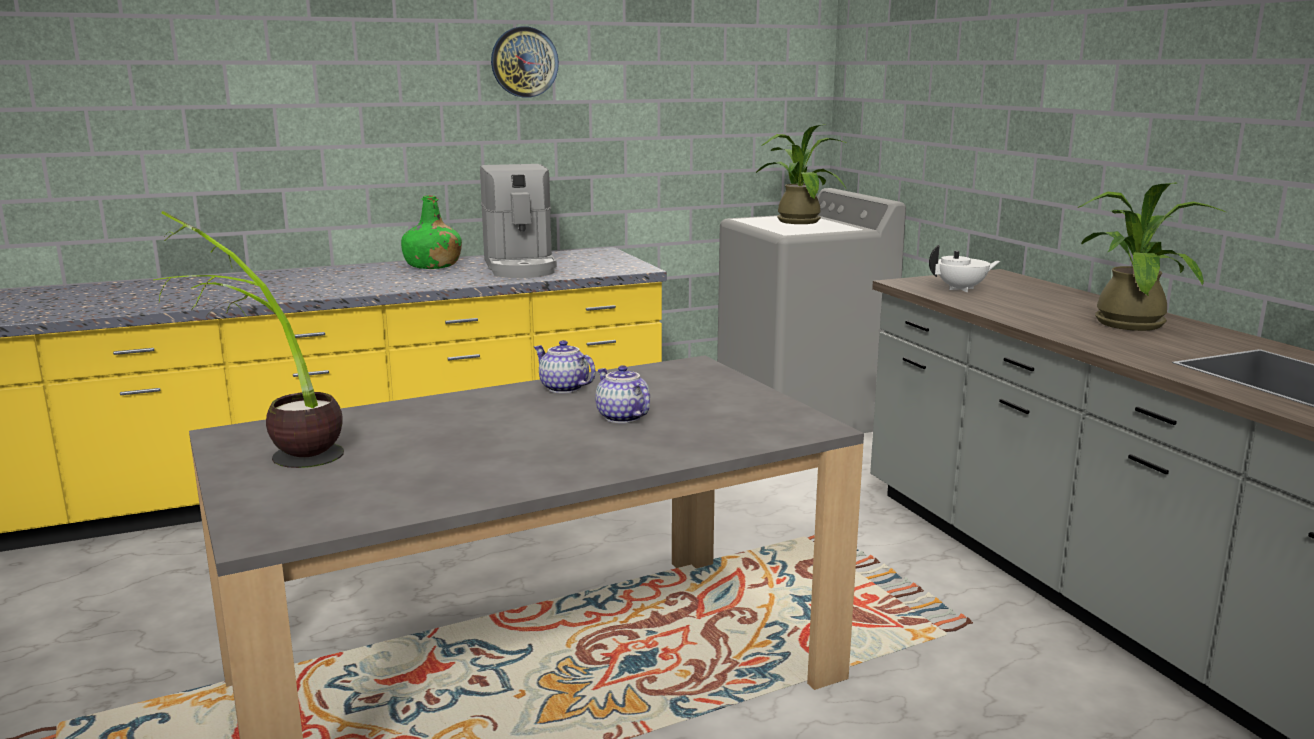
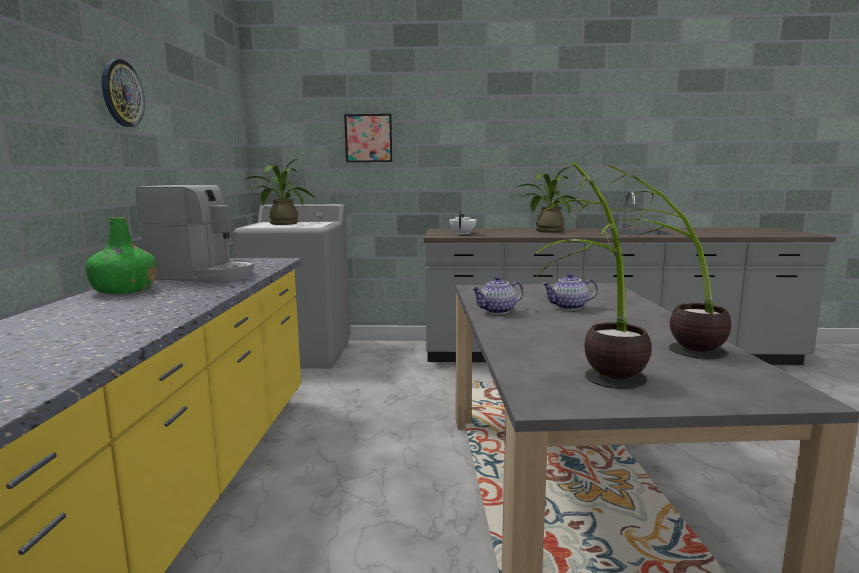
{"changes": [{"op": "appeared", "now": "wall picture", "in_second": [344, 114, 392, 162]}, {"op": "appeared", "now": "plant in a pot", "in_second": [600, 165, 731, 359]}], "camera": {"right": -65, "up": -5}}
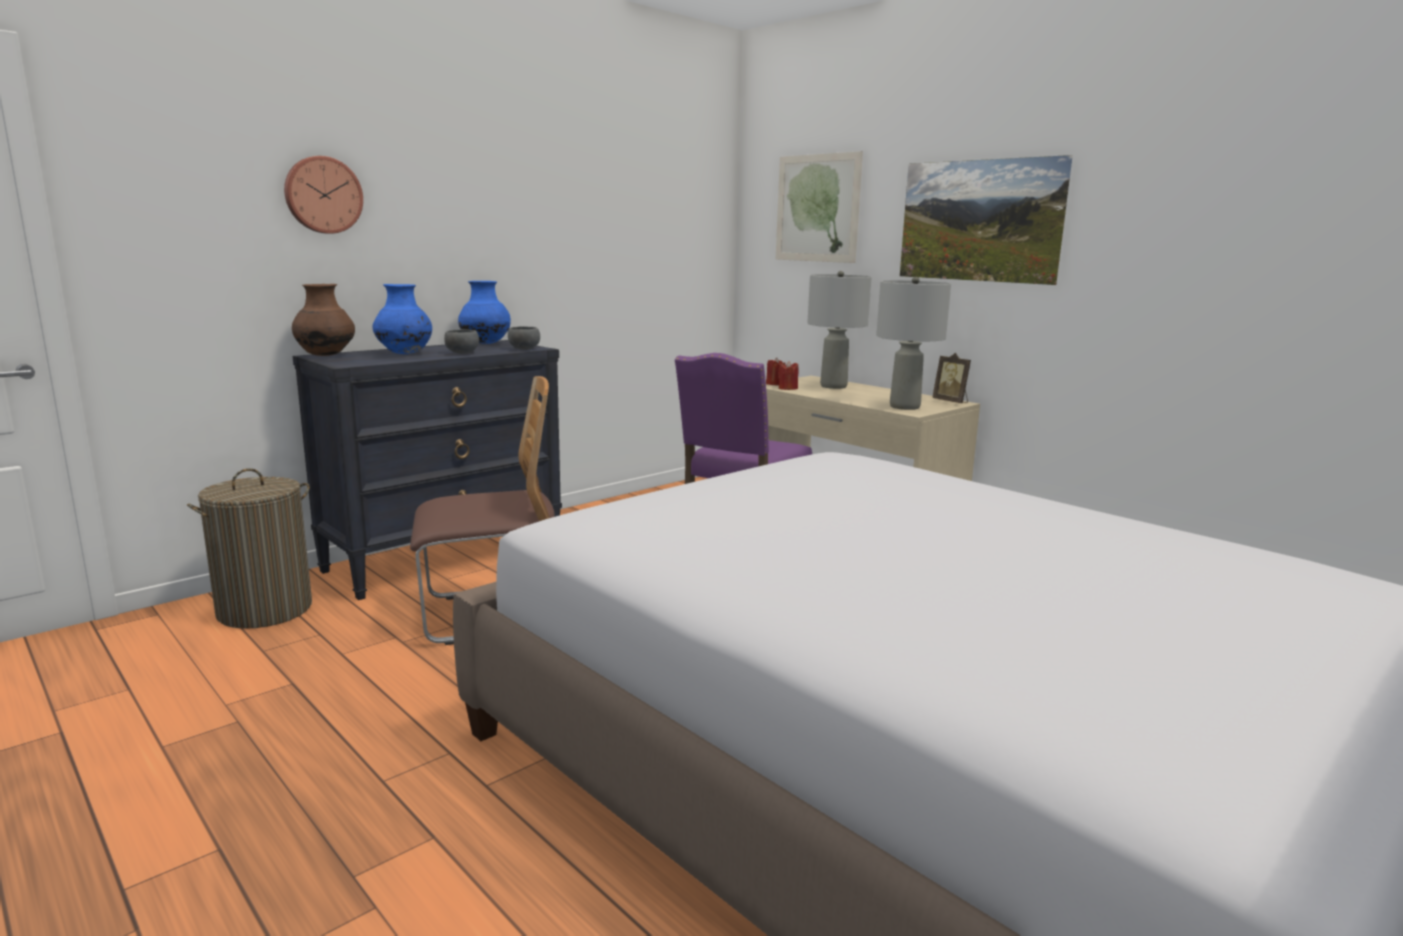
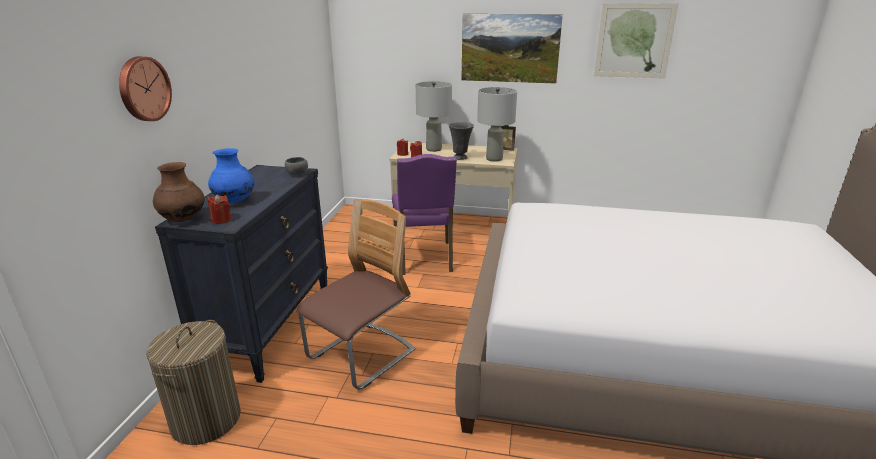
{"changes": [{"op": "appeared", "now": "reddish candle", "in_second": [207, 194, 231, 224]}, {"op": "appeared", "now": "grey flower vase", "in_second": [449, 122, 474, 160]}, {"op": "relocated", "was": "wall picture", "in_first": [776, 151, 863, 263], "in_second": [594, 3, 678, 78]}, {"op": "missing", "was": "grey deep dish", "in_first": [444, 329, 479, 354]}, {"op": "missing", "was": "blue-coloured flower vase", "in_first": [458, 281, 511, 344]}], "camera": {"right": -35, "up": 10}}
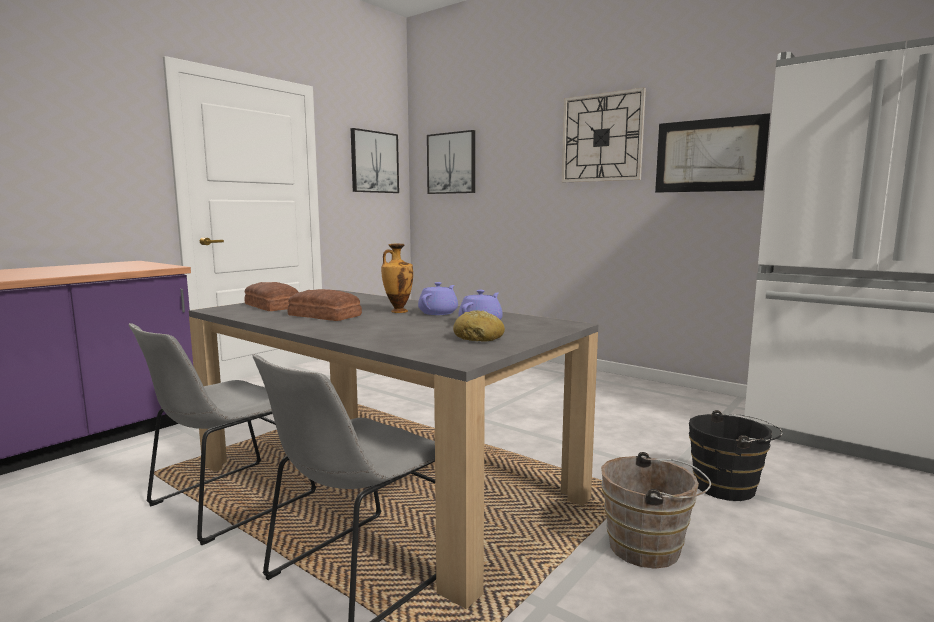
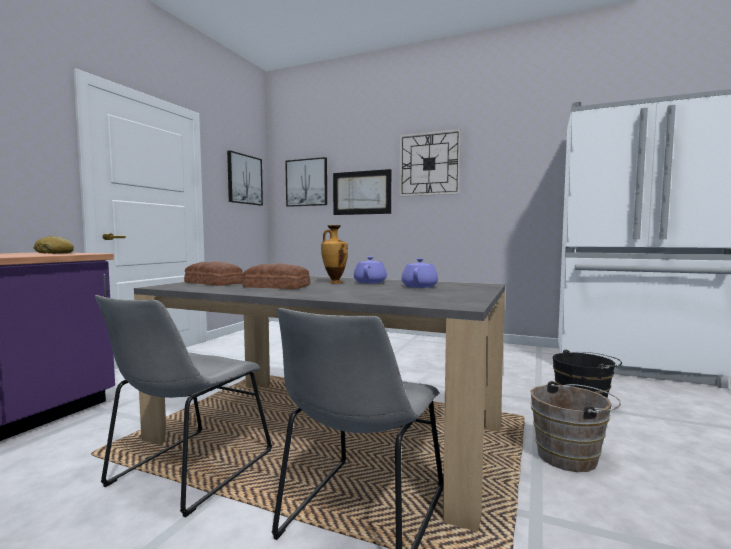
{"changes": [{"op": "relocated", "was": "bread", "in_first": [453, 310, 505, 342], "in_second": [34, 236, 74, 254]}, {"op": "relocated", "was": "wall picture", "in_first": [655, 113, 770, 193], "in_second": [333, 169, 391, 215]}], "camera": {"right": -15, "up": -5}}
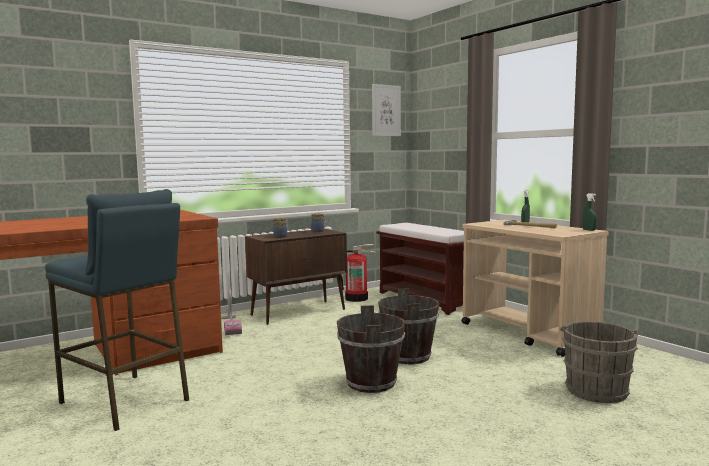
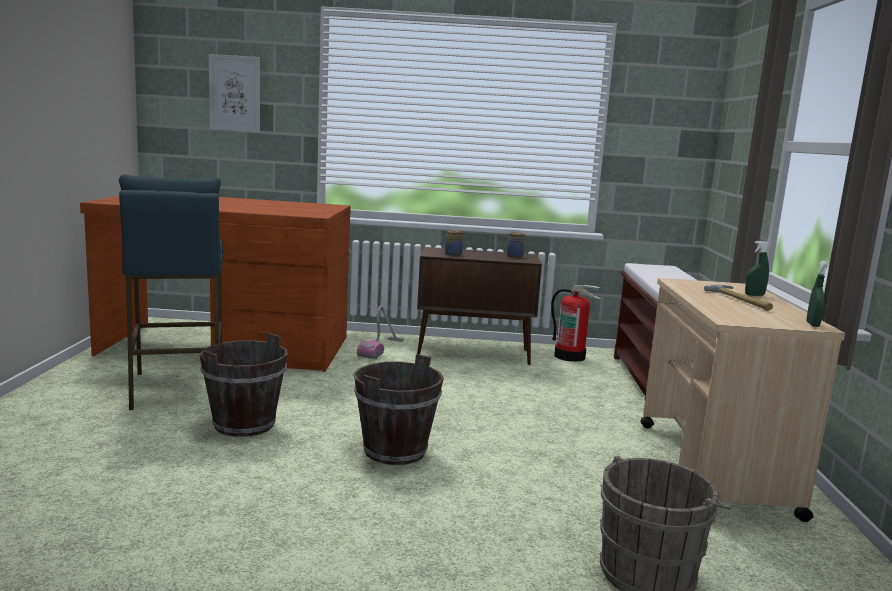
{"changes": [{"op": "relocated", "was": "brown-coloured pail", "in_first": [378, 288, 440, 364], "in_second": [200, 333, 287, 437]}, {"op": "relocated", "was": "wall picture", "in_first": [372, 84, 401, 136], "in_second": [209, 54, 260, 133]}], "camera": {"right": 35, "up": 5}}
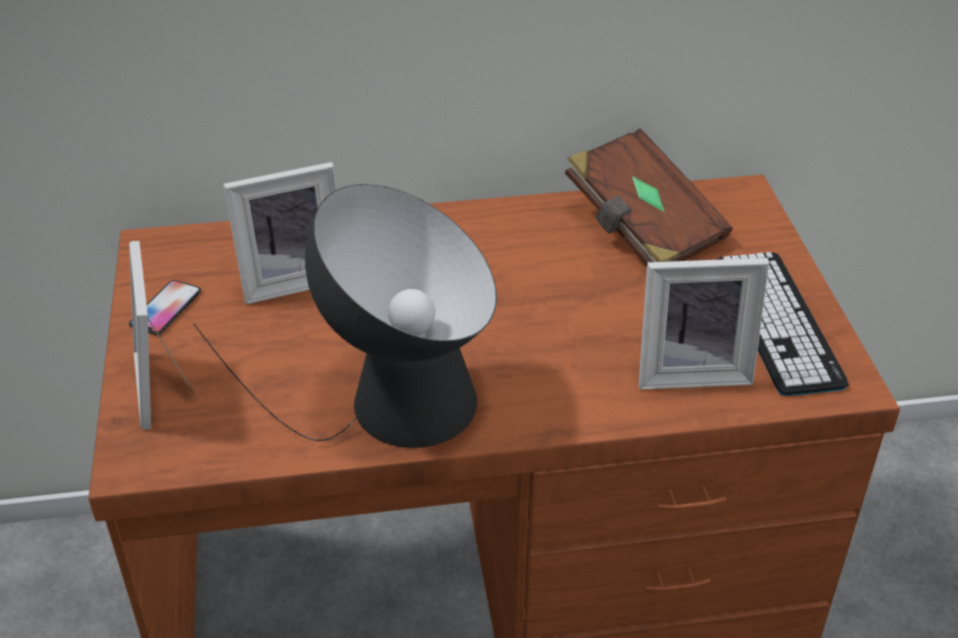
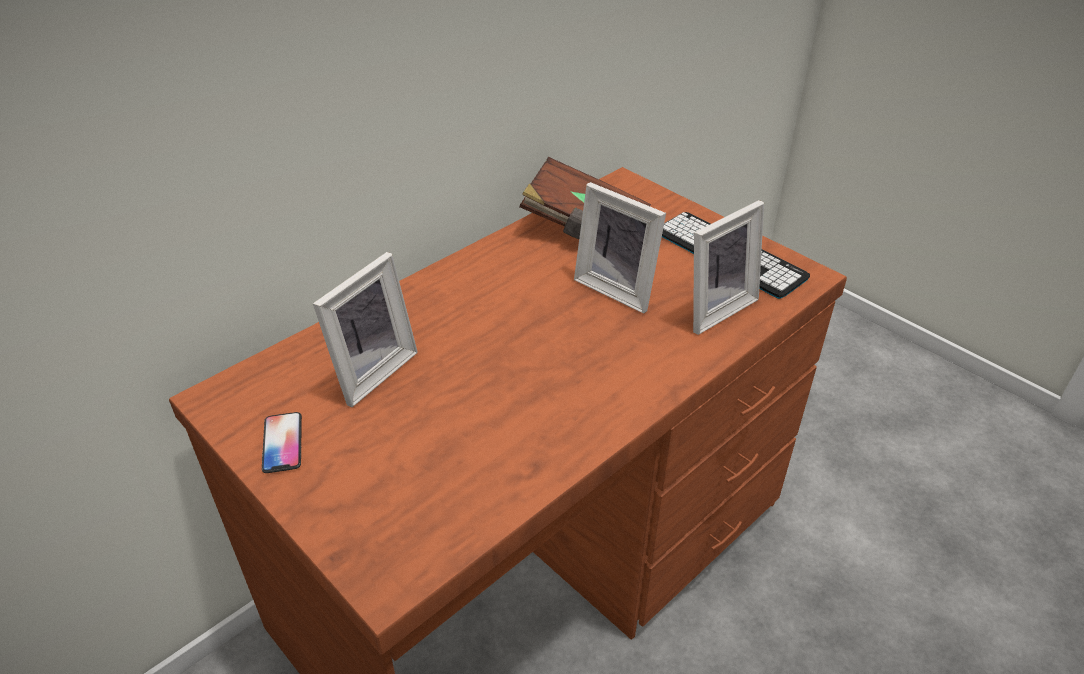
{"changes": [{"op": "relocated", "was": "photo frame", "in_first": [129, 241, 194, 430], "in_second": [574, 182, 666, 314]}, {"op": "missing", "was": "lamp for a table", "in_first": [193, 184, 497, 448]}], "camera": {"right": -35, "up": 0}}
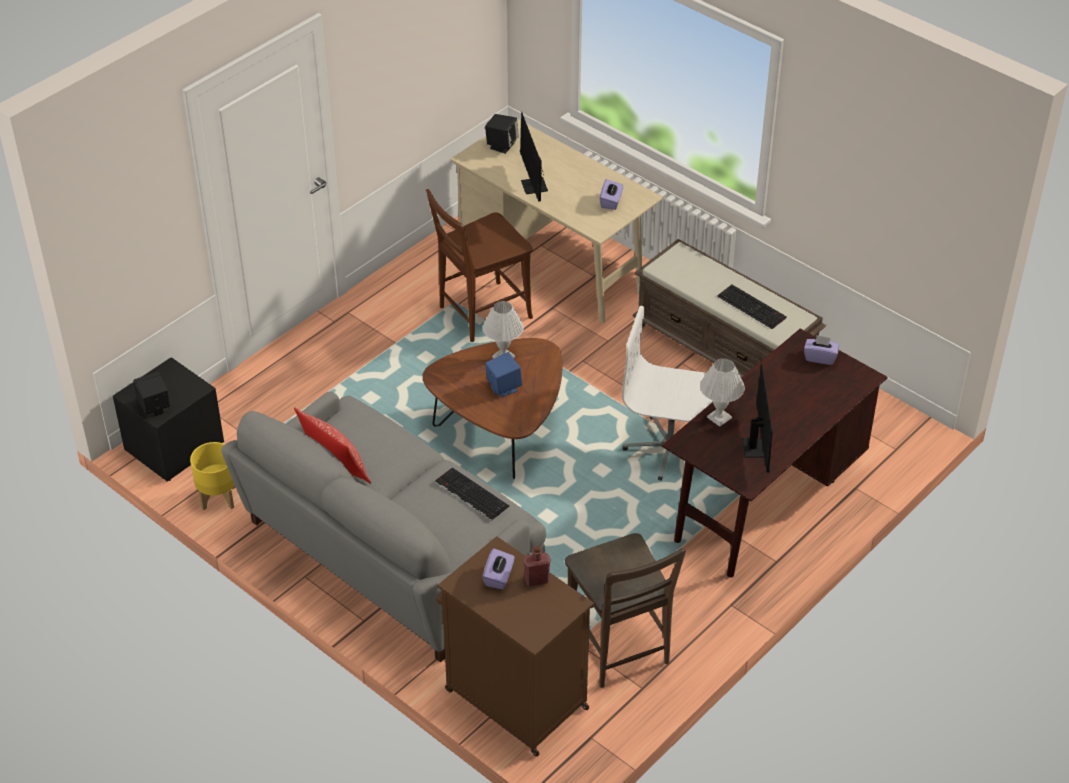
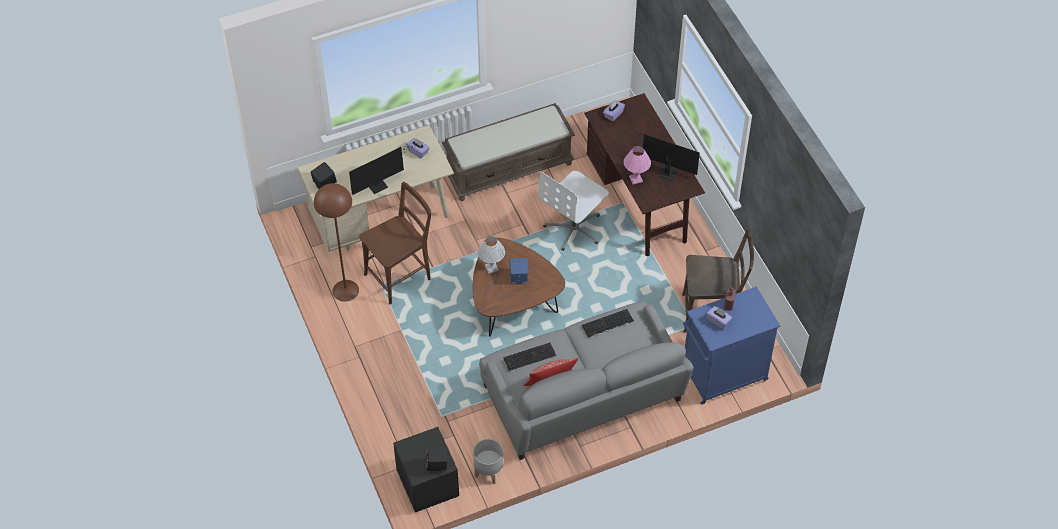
{"changes": [{"op": "appeared", "now": "brown-coloured standing lamp", "in_second": [314, 183, 359, 302]}, {"op": "spun", "was": "computer display", "in_first": [520, 112, 548, 202], "in_second": [349, 143, 419, 195], "clockwise": -45}, {"op": "spun", "was": "brown-coloured plain chair", "in_first": [426, 189, 533, 342], "in_second": [359, 182, 431, 304], "clockwise": -120}, {"op": "colour", "was": "yellowish planter", "now": "grey planter", "in_first": [190, 442, 236, 510], "in_second": [473, 439, 503, 484]}, {"op": "relocated", "was": "PC keyboard", "in_first": [717, 285, 787, 329], "in_second": [503, 343, 556, 371]}, {"op": "colour", "was": "white-coloured lamp for a table", "now": "pink-coloured lamp for a table", "in_first": [700, 358, 745, 427], "in_second": [624, 146, 651, 184]}, {"op": "colour", "was": "brown-coloured storage cabinet", "now": "blue-coloured storage cabinet", "in_first": [436, 536, 594, 757], "in_second": [683, 287, 780, 405]}], "camera": {"right": -65, "up": 10}}
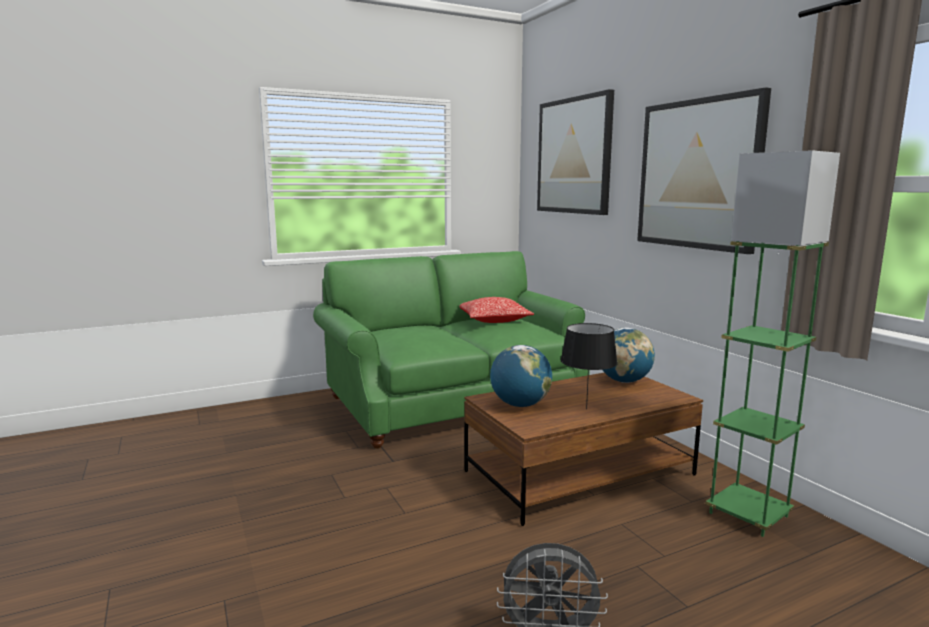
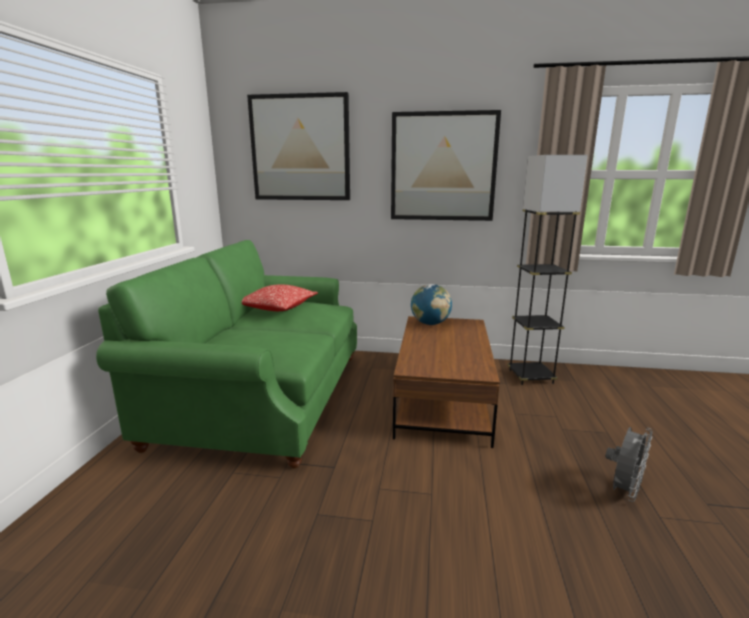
{"changes": [{"op": "colour", "was": "green-coloured standing lamp", "now": "grey standing lamp", "in_first": [706, 150, 840, 537], "in_second": [508, 155, 588, 385]}, {"op": "missing", "was": "world globe", "in_first": [490, 345, 552, 407]}, {"op": "missing", "was": "blackish lamp for a table", "in_first": [561, 323, 618, 409]}], "camera": {"right": -55, "up": 5}}
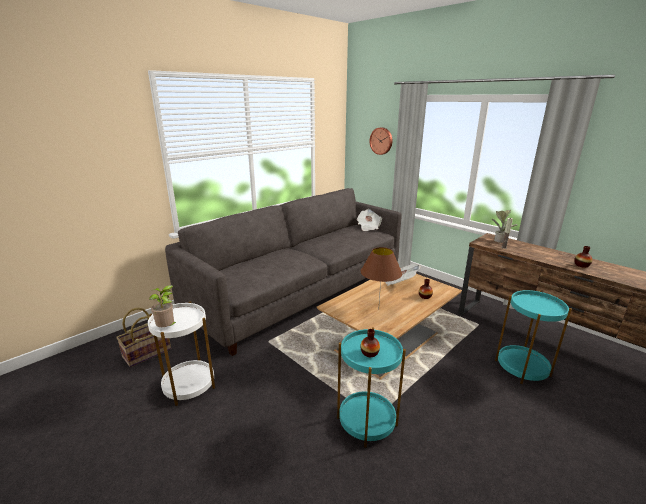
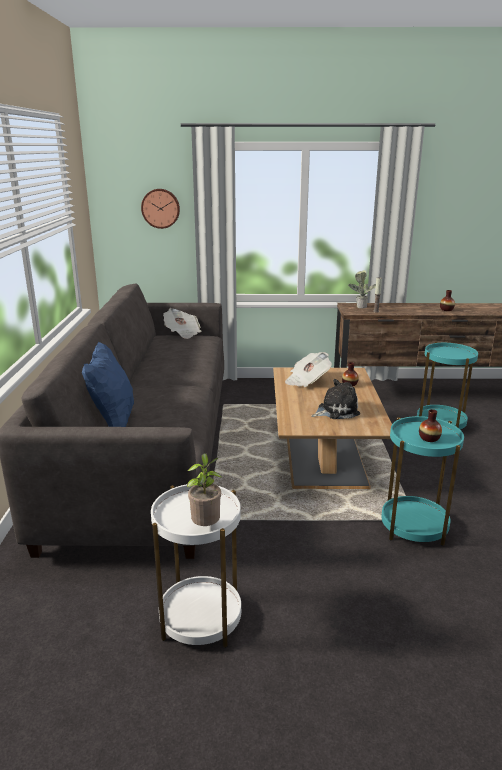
{"changes": [{"op": "appeared", "now": "blue-coloured cushion", "in_second": [82, 342, 134, 427]}, {"op": "exchanged", "was": "brown-coloured lamp for a table", "now": "cuddly toy", "in_first": [361, 247, 402, 302], "in_second": [311, 379, 360, 419]}, {"op": "missing", "was": "basket", "in_first": [116, 308, 171, 367]}], "camera": {"right": -45, "up": 0}}
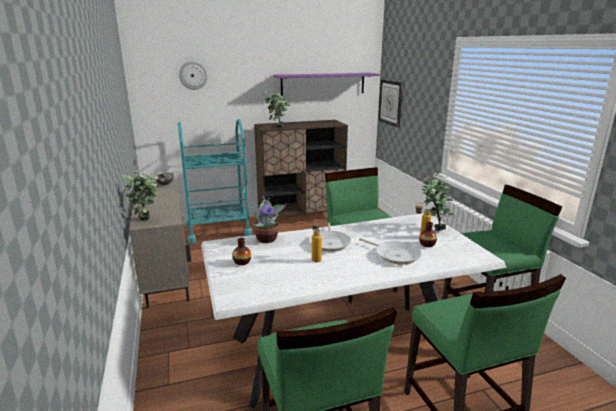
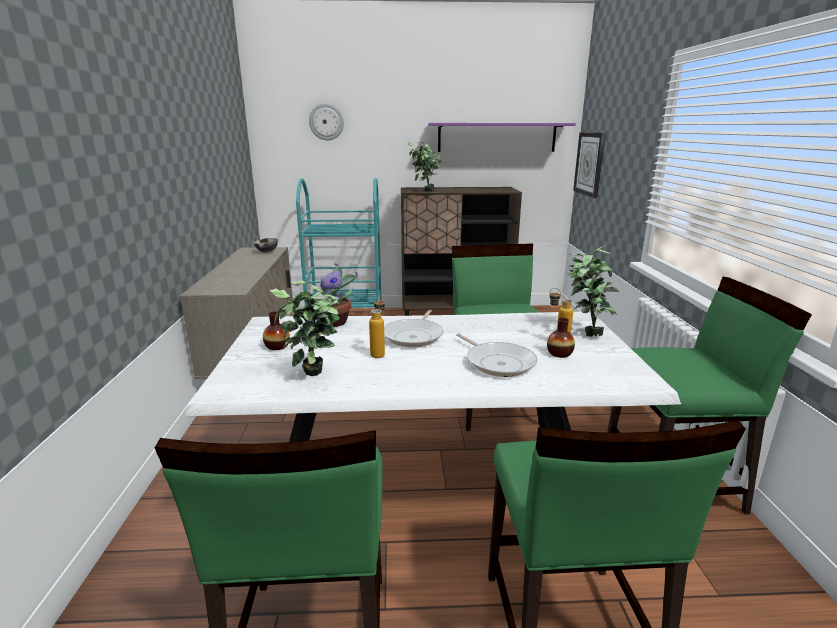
{"changes": [{"op": "relocated", "was": "plant in a pot", "in_first": [122, 171, 158, 221], "in_second": [270, 281, 340, 376]}], "camera": {"right": 15, "up": 0}}
